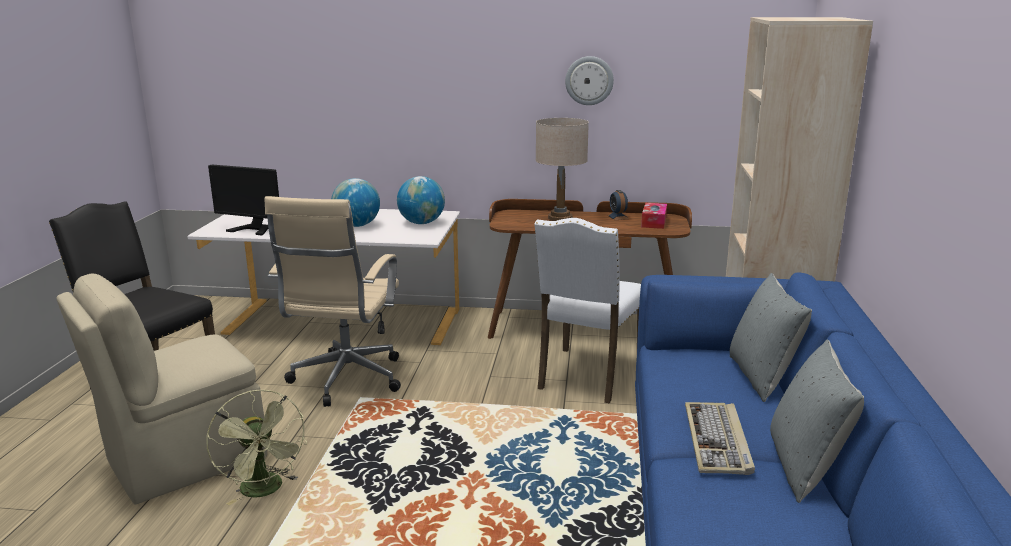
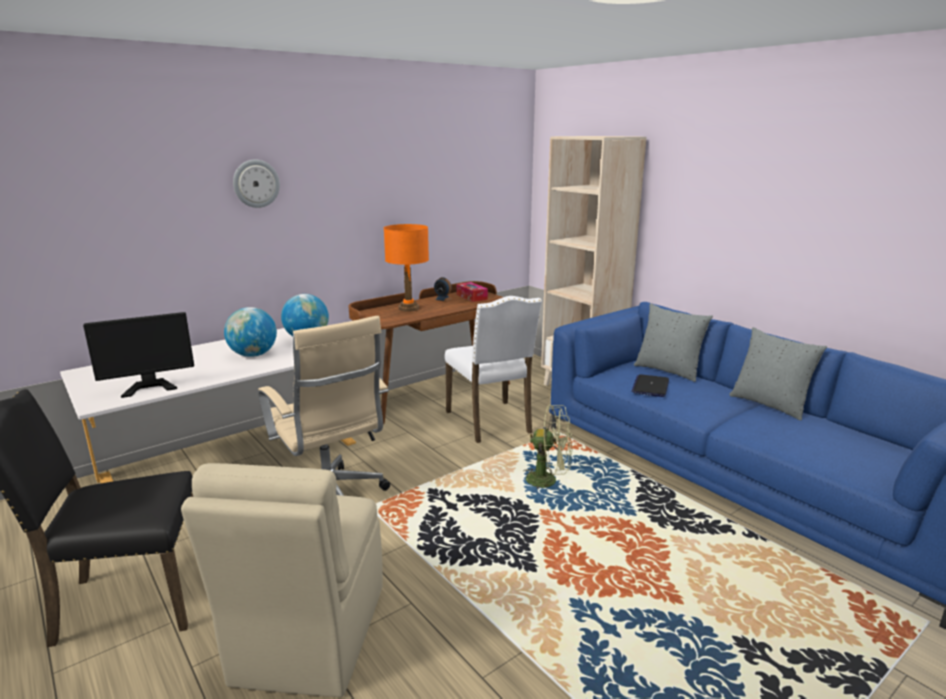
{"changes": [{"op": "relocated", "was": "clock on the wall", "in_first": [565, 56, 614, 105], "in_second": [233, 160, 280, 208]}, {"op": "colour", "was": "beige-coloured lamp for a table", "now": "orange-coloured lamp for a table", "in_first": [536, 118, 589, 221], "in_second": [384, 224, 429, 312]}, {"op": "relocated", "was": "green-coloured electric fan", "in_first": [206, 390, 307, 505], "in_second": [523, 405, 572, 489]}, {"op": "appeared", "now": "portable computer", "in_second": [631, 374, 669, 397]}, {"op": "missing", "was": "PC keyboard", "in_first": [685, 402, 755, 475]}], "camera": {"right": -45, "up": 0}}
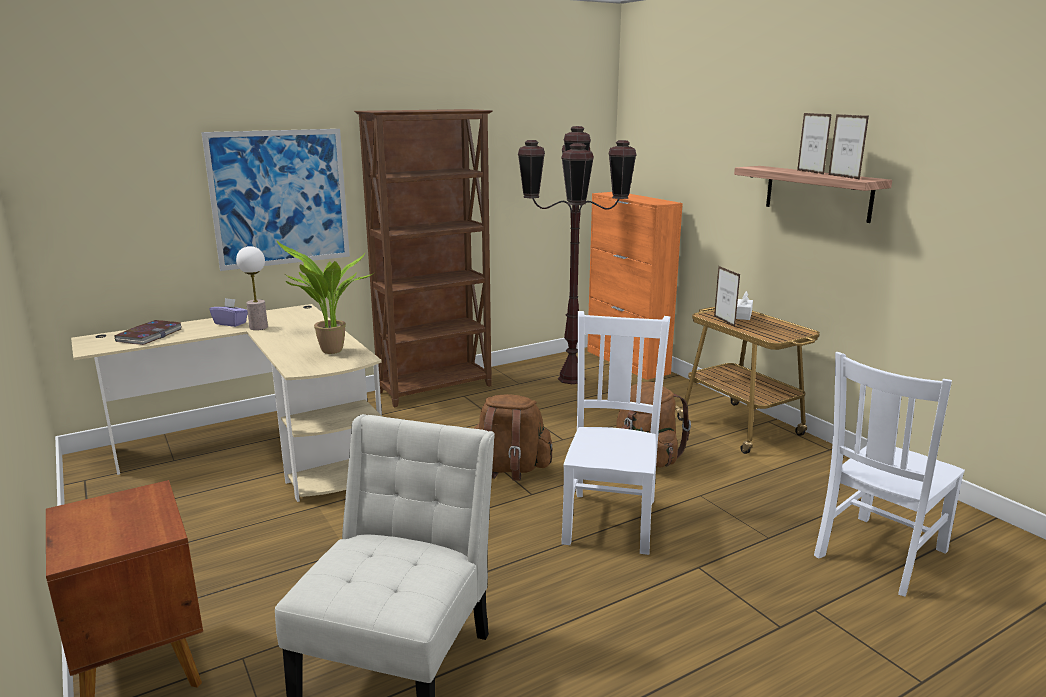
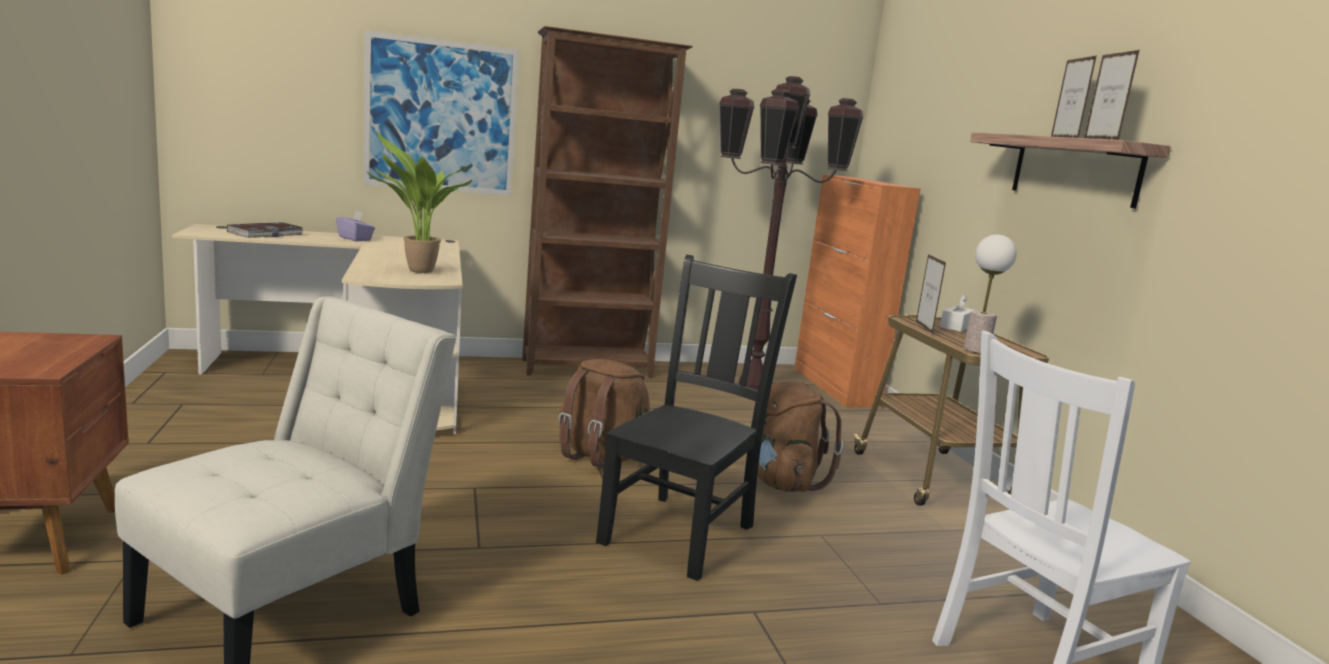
{"changes": [{"op": "colour", "was": "white-coloured plain chair", "now": "blackish plain chair", "in_first": [561, 311, 670, 555], "in_second": [596, 255, 797, 581]}, {"op": "relocated", "was": "lamp for a table", "in_first": [236, 246, 268, 330], "in_second": [964, 234, 1017, 353]}], "camera": {"right": 15, "up": -5}}
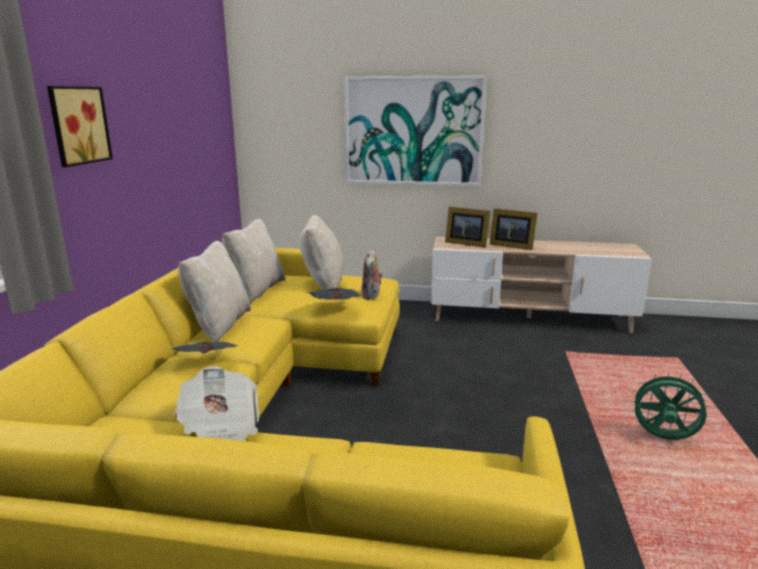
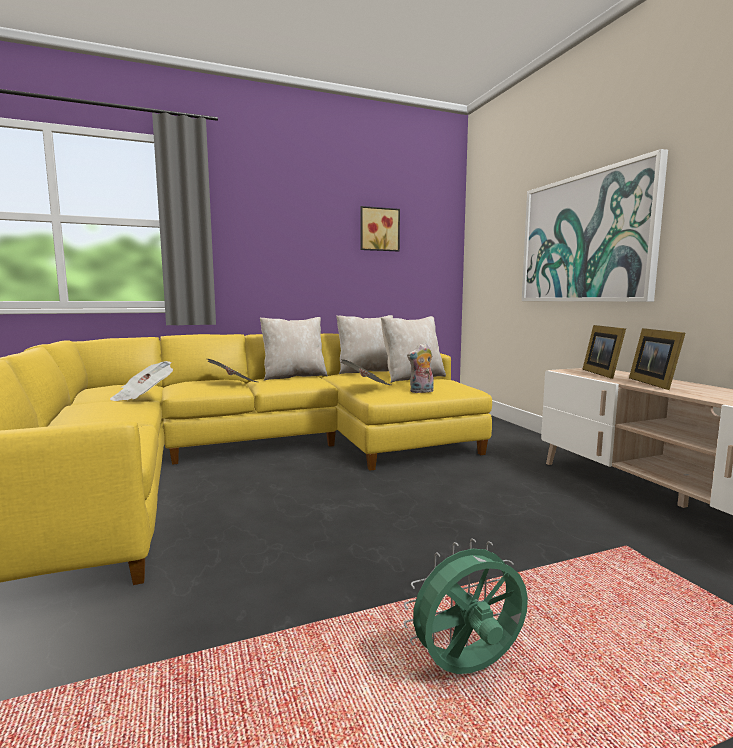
{"changes": [{"op": "relocated", "was": "wall picture", "in_first": [47, 86, 113, 167], "in_second": [361, 206, 400, 251]}, {"op": "spun", "was": "green-coloured electric fan", "in_first": [630, 371, 711, 440], "in_second": [404, 539, 528, 674], "clockwise": -105}], "camera": {"right": 60, "up": -10}}
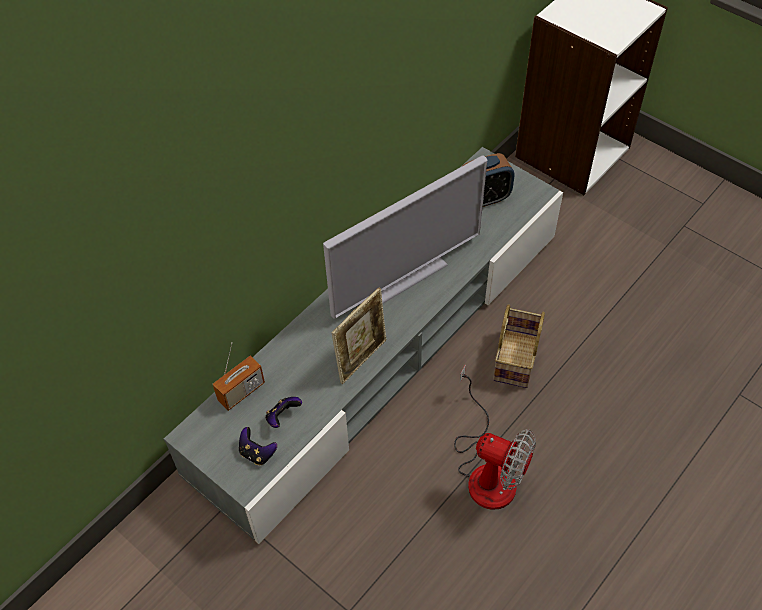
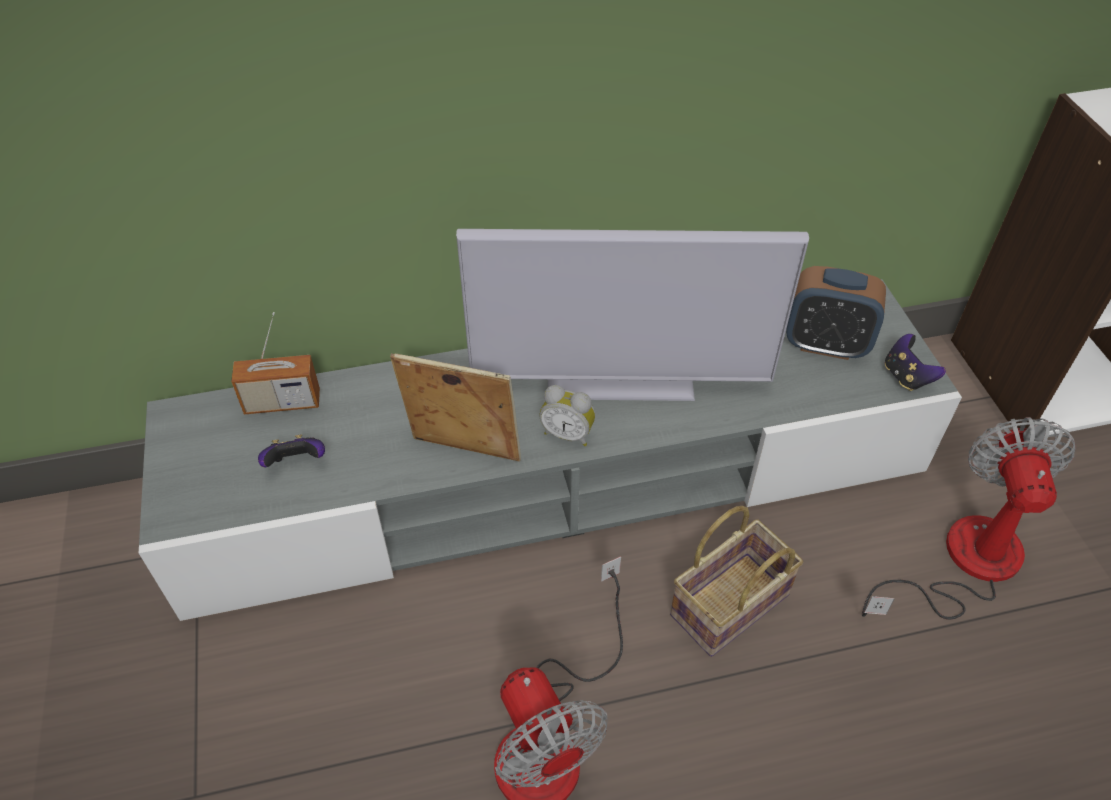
{"changes": [{"op": "spun", "was": "photo frame", "in_first": [332, 288, 386, 384], "in_second": [390, 353, 521, 462], "clockwise": -150}, {"op": "appeared", "now": "alarm clock", "in_second": [539, 385, 595, 446]}, {"op": "appeared", "now": "electric fan", "in_second": [862, 417, 1075, 620]}, {"op": "relocated", "was": "game controller", "in_first": [239, 427, 277, 465], "in_second": [885, 334, 946, 391]}], "camera": {"right": 35, "up": -5}}
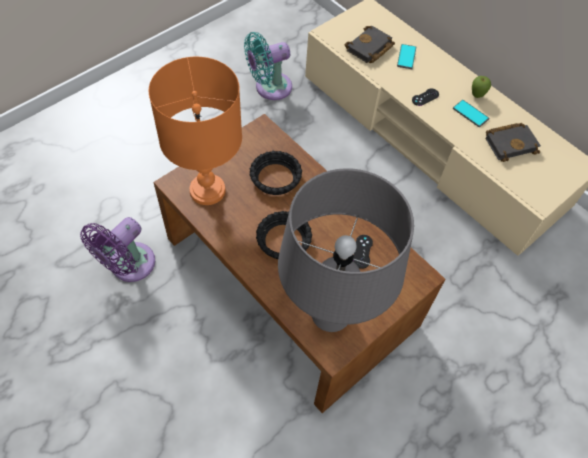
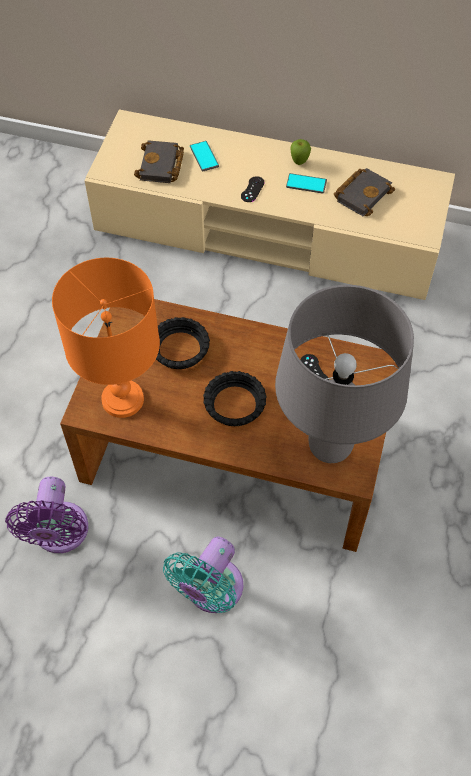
{"changes": [{"op": "relocated", "was": "turquoise-coloured electric fan", "in_first": [244, 32, 292, 100], "in_second": [163, 537, 243, 613]}], "camera": {"right": -30, "up": 0}}
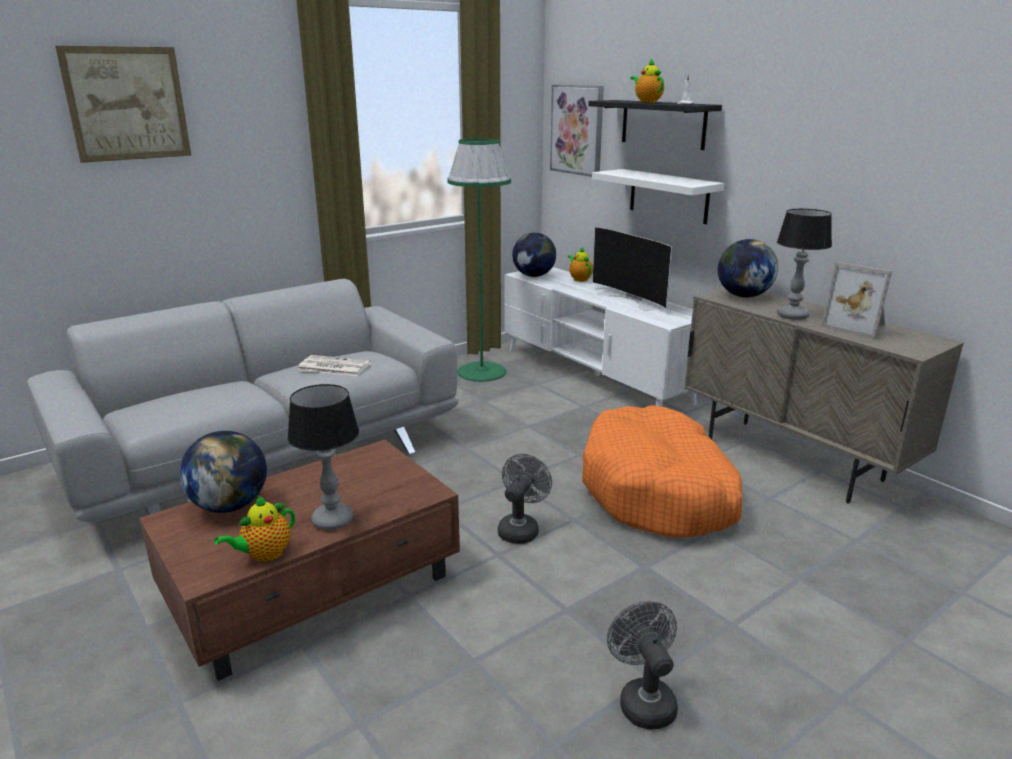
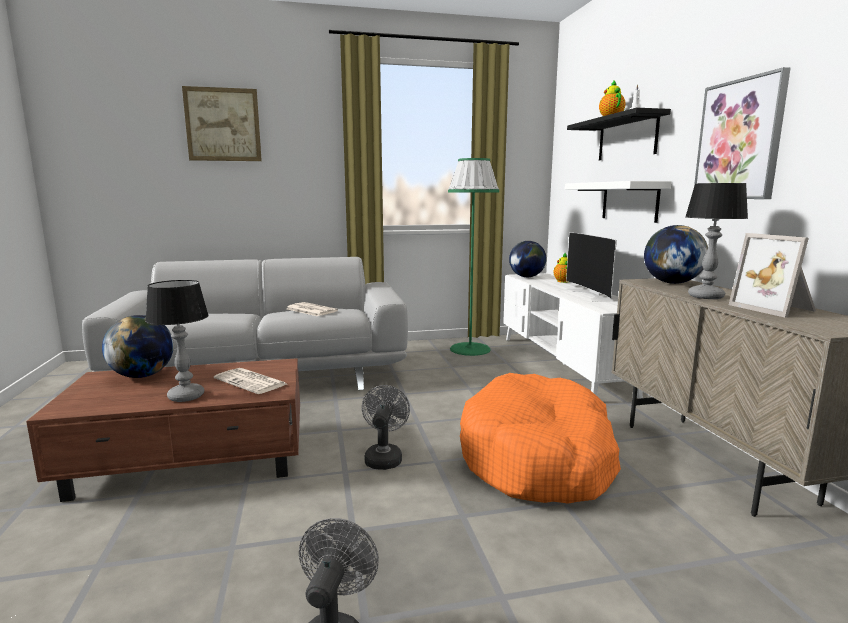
{"changes": [{"op": "appeared", "now": "printed paper", "in_second": [214, 368, 287, 394]}, {"op": "spun", "was": "grey electric fan", "in_first": [498, 454, 552, 544], "in_second": [362, 385, 410, 470], "clockwise": -45}, {"op": "relocated", "was": "wall picture", "in_first": [550, 85, 604, 177], "in_second": [694, 67, 791, 199]}, {"op": "missing", "was": "pot for tea", "in_first": [214, 496, 295, 562]}], "camera": {"right": 25, "up": -10}}
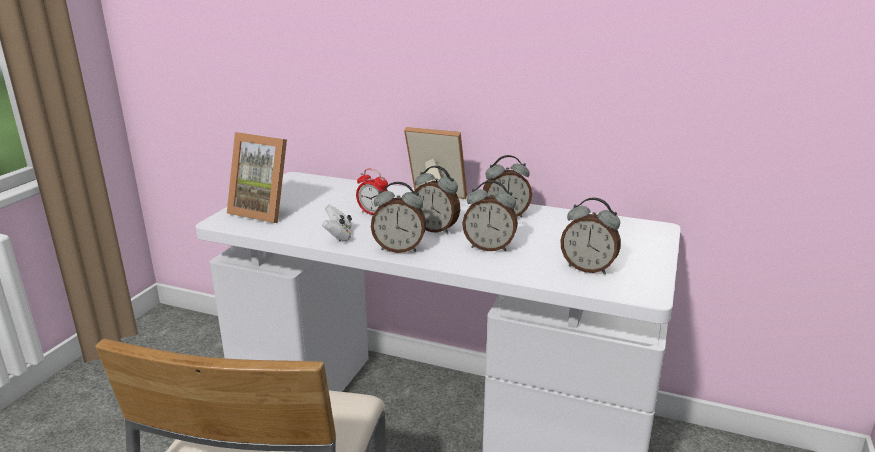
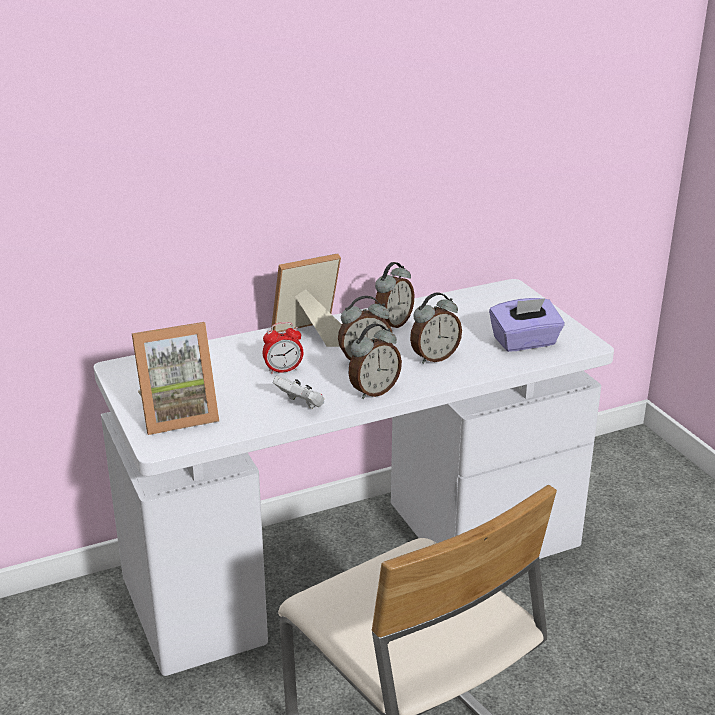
{"changes": [{"op": "exchanged", "was": "alarm clock", "now": "purplish tissue holder", "in_first": [561, 198, 621, 274], "in_second": [489, 298, 565, 352]}], "camera": {"right": -45, "up": 5}}
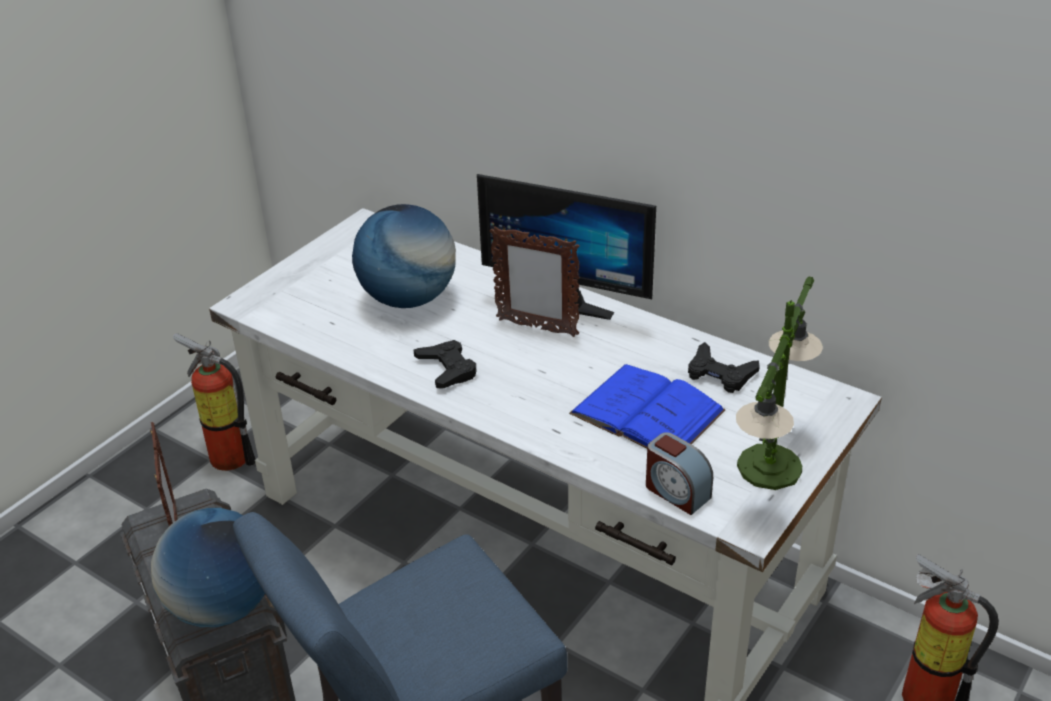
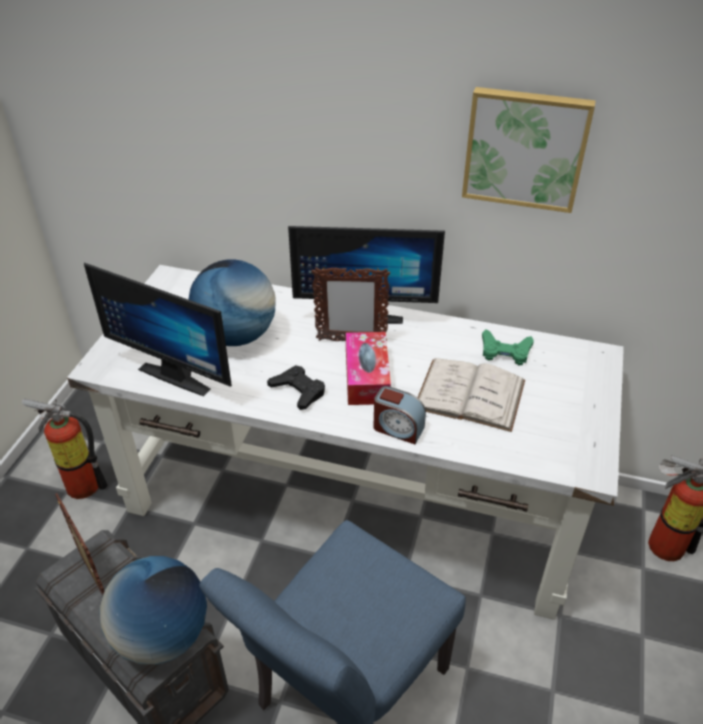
{"changes": [{"op": "appeared", "now": "computer display", "in_second": [84, 263, 232, 396]}, {"op": "appeared", "now": "tissue holder", "in_second": [346, 332, 391, 405]}, {"op": "relocated", "was": "alarm clock", "in_first": [646, 432, 713, 515], "in_second": [373, 386, 426, 444]}, {"op": "colour", "was": "blue-coloured book", "now": "white-coloured book", "in_first": [569, 364, 726, 449], "in_second": [417, 358, 525, 432]}, {"op": "appeared", "now": "wall picture", "in_second": [462, 87, 596, 213]}, {"op": "colour", "was": "blackish game controller", "now": "green-coloured game controller", "in_first": [688, 342, 760, 393], "in_second": [482, 329, 534, 365]}, {"op": "missing", "was": "lamp for a table", "in_first": [736, 276, 823, 490]}], "camera": {"right": -20, "up": 5}}
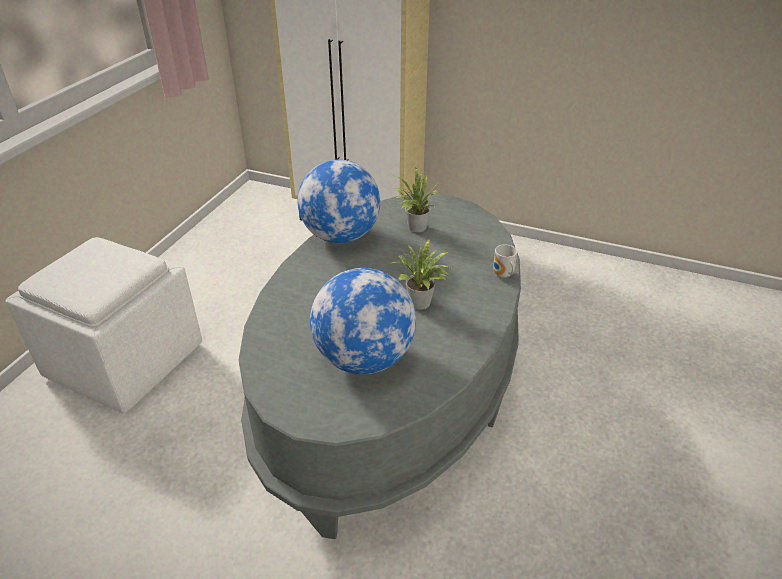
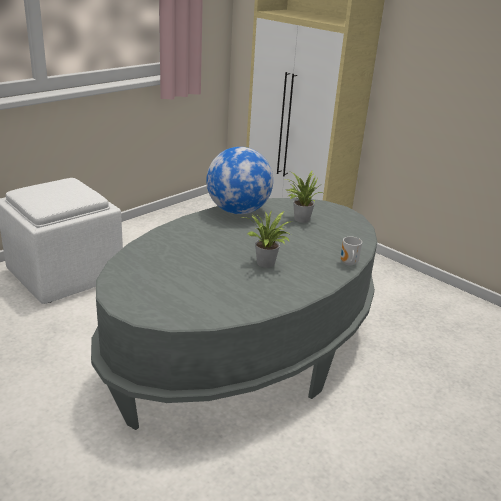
{"changes": [{"op": "missing", "was": "world globe", "in_first": [310, 268, 416, 374]}], "camera": {"right": 20, "up": -10}}
